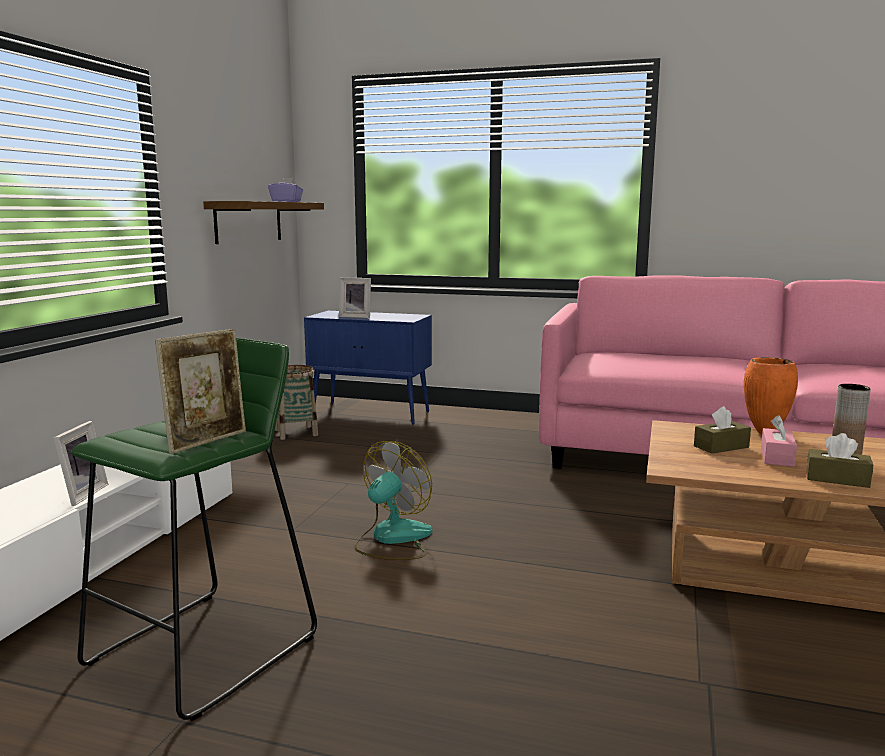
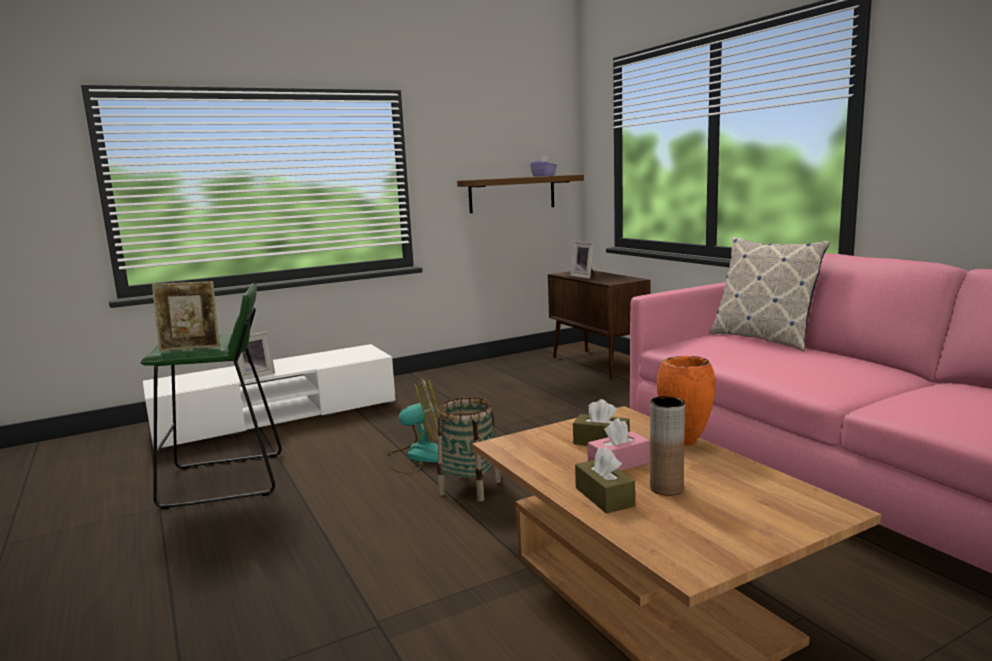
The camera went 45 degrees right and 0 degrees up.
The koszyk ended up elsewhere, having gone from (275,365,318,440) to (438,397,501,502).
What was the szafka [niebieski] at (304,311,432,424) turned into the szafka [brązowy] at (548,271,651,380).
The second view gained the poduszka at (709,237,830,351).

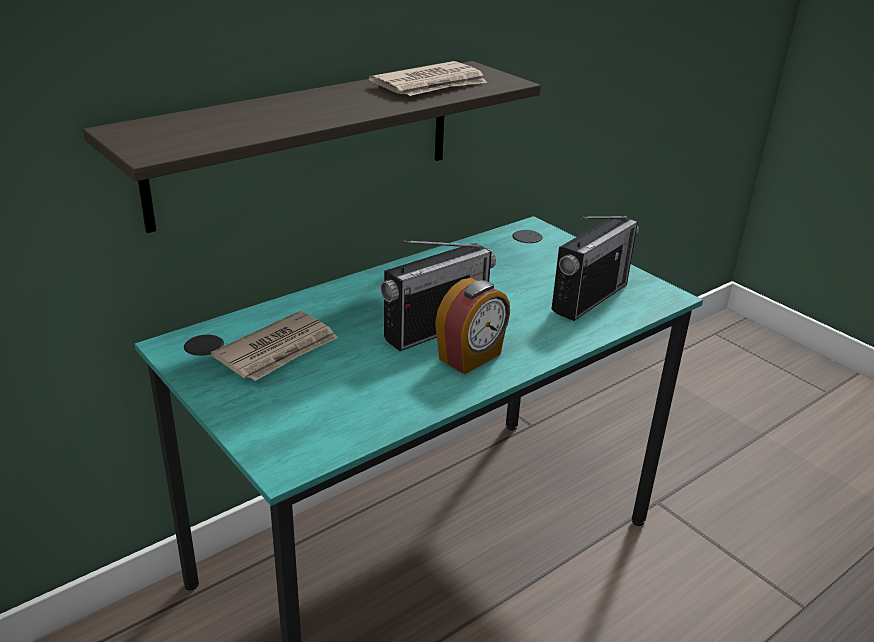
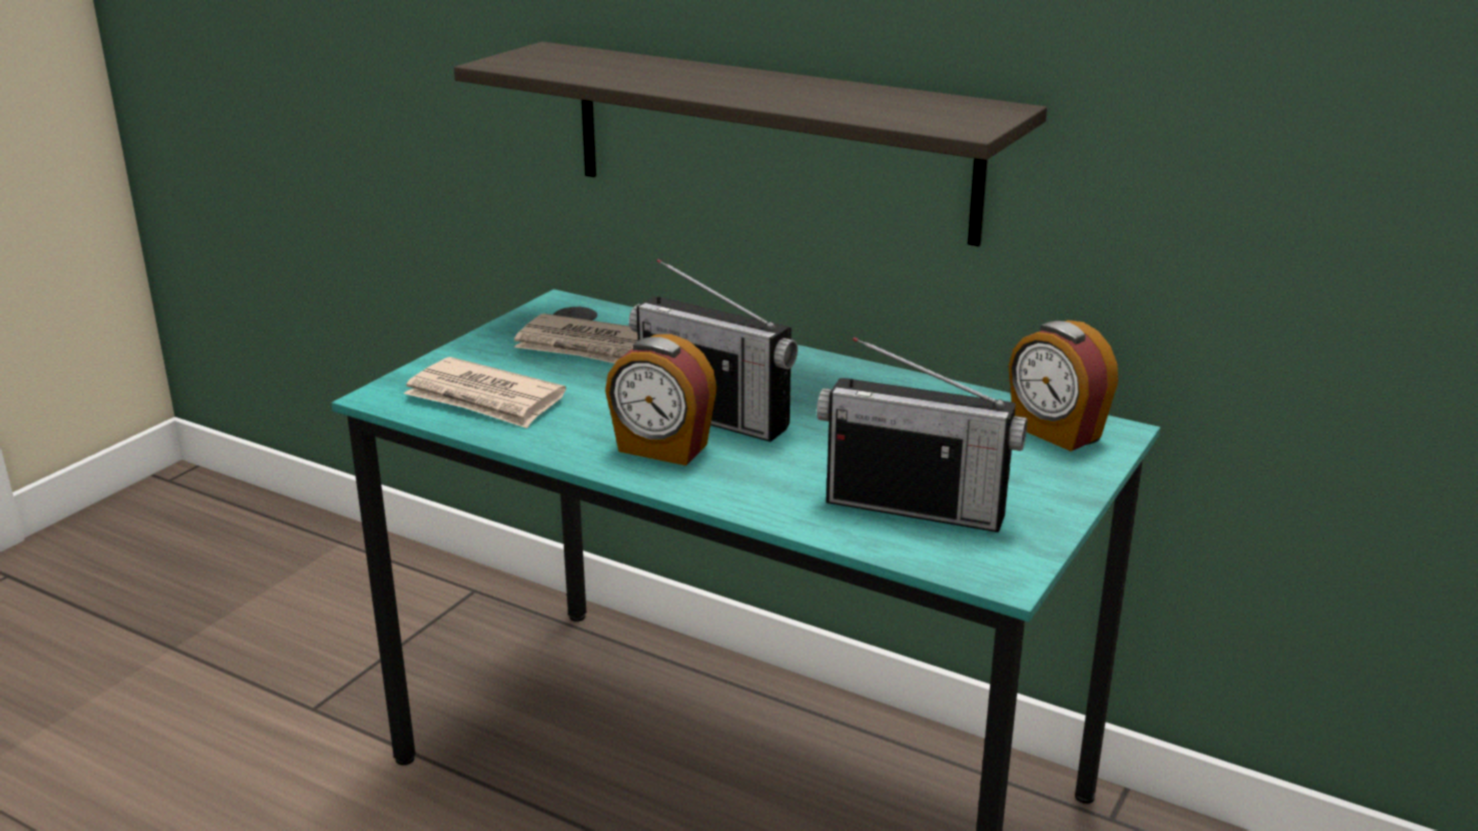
The camera went 70 degrees right and 5 degrees down.
The gazeta ended up elsewhere, having gone from (369,61,487,96) to (404,357,566,428).
The second view gained the budzik at (1008,320,1118,451).

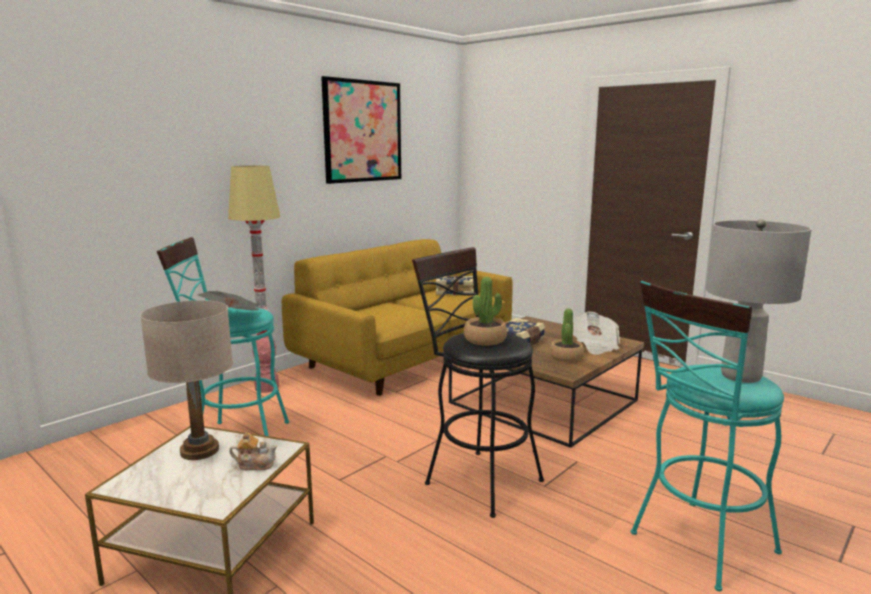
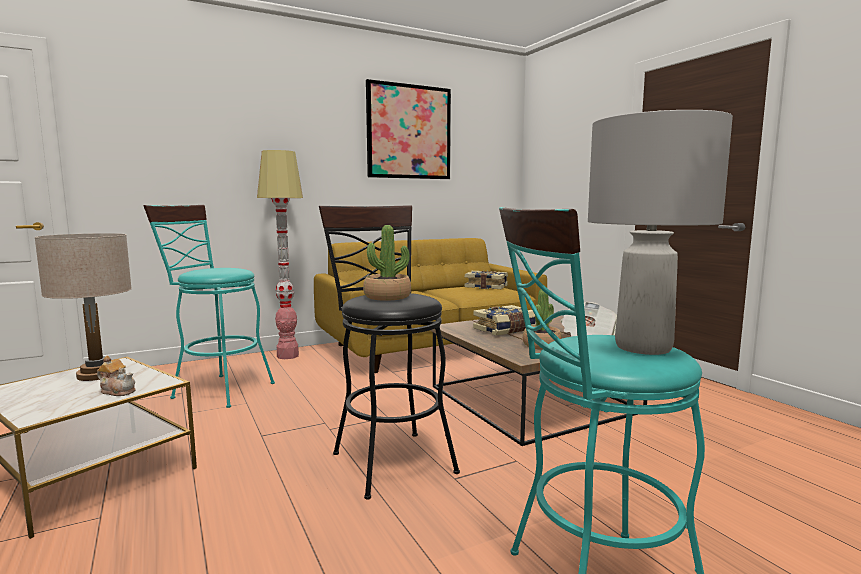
The camera went 20 degrees right and 5 degrees down.
The second view lost the gazeta at (198,291,260,310).

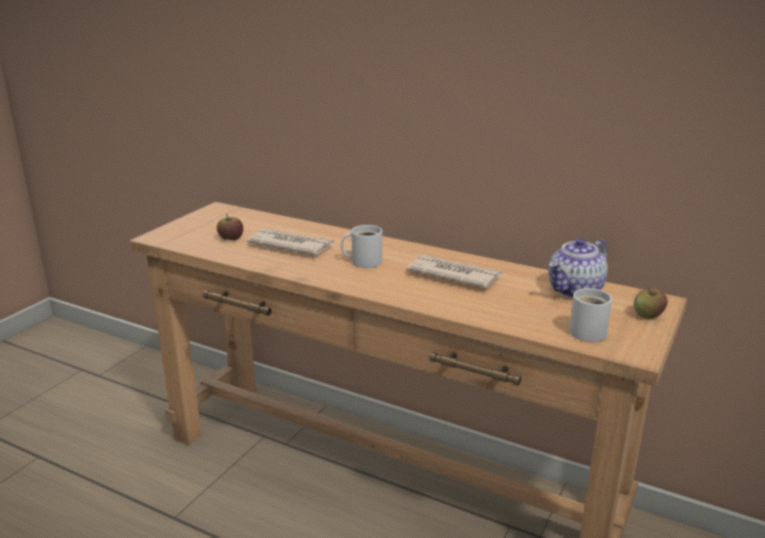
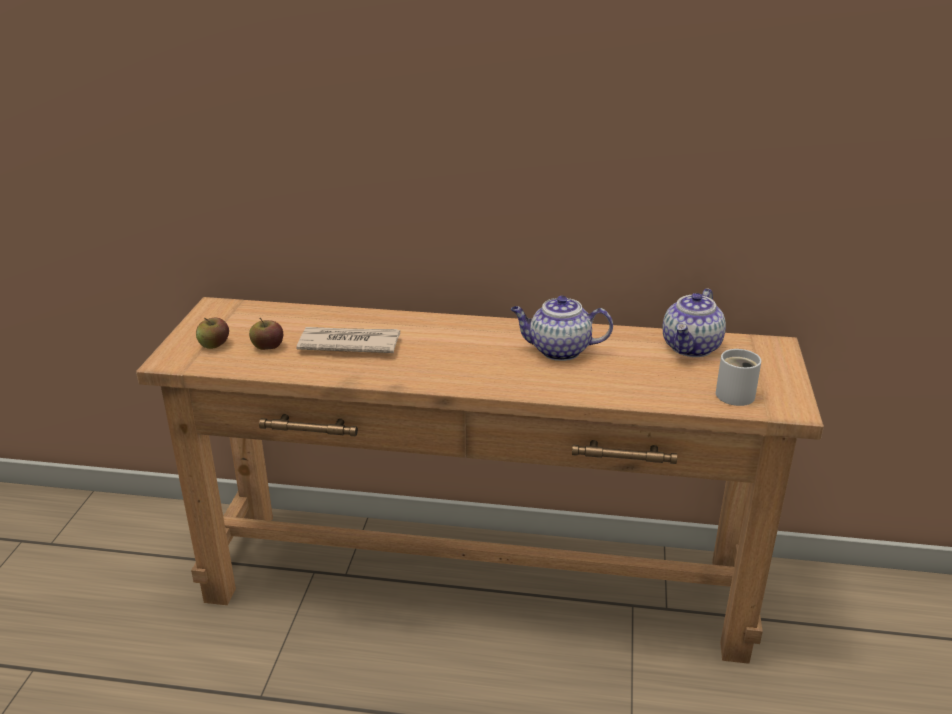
The camera went 20 degrees left and 5 degrees up.
The second view lost the kubek [biały] at (341,225,382,268).
Where the gazeta stood at (406,254,502,289), the imbryk came to stand at (510,296,613,361).
The jabłko ended up elsewhere, having gone from (634,287,668,319) to (196,318,229,349).

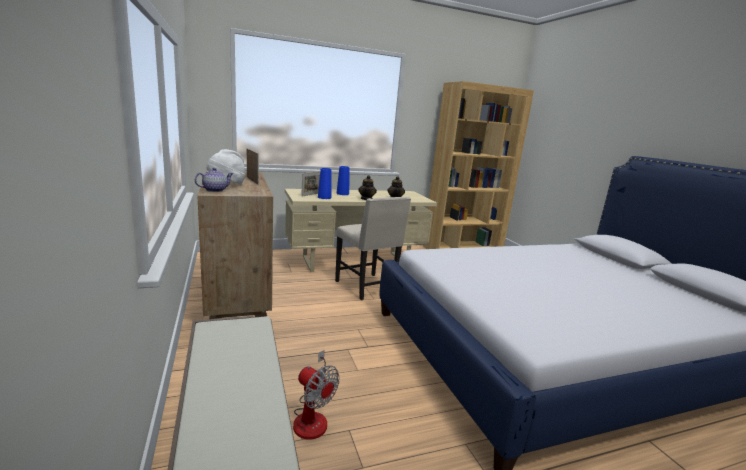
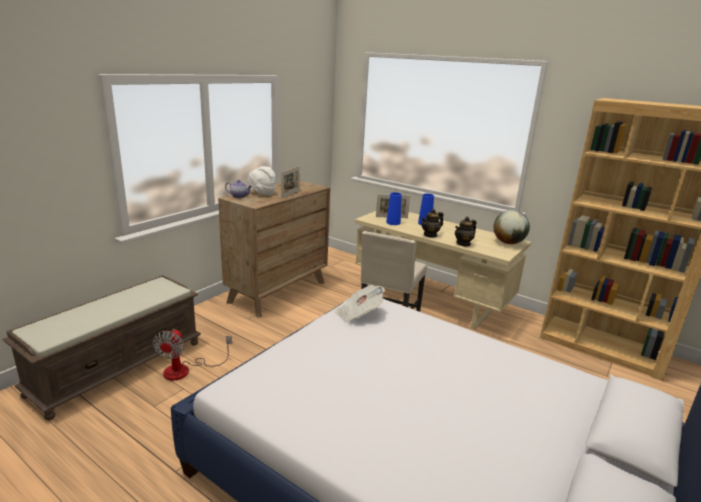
The camera went 55 degrees right and 5 degrees up.
The second view gained the gazeta at (335,285,385,322).
The second view gained the globus at (494,210,530,244).

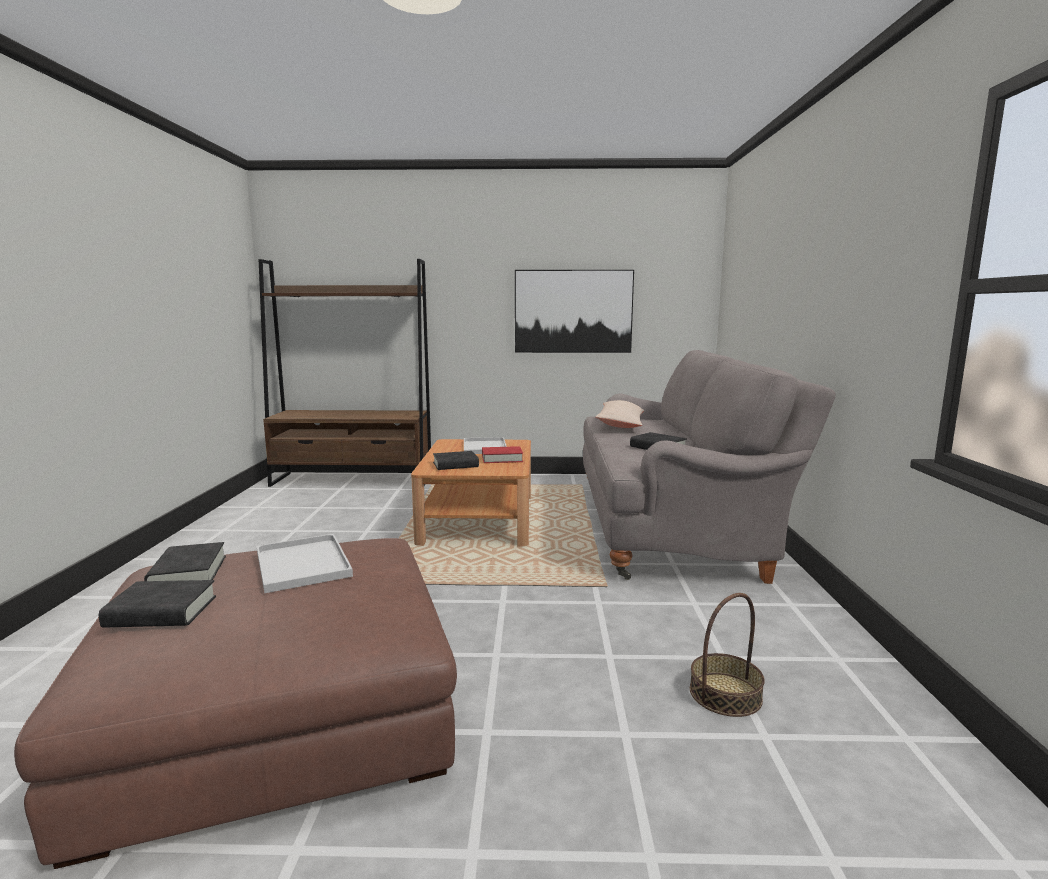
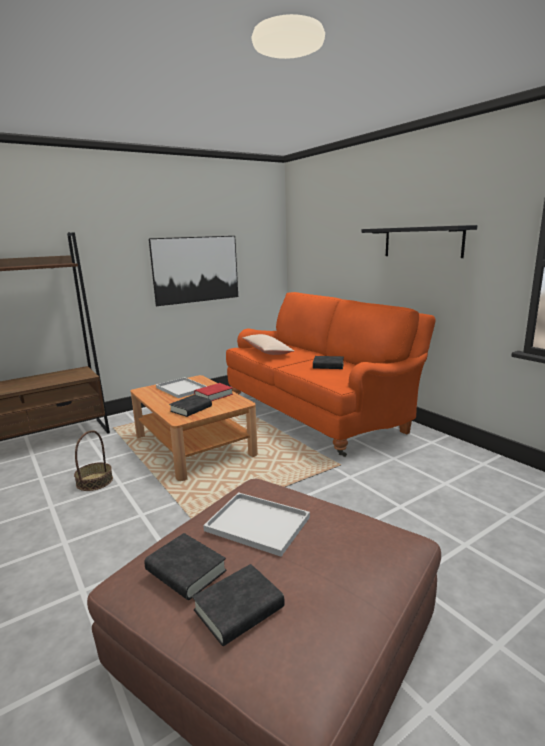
The camera went 35 degrees left and 5 degrees up.
What was the kanapa [szary] at (583,350,836,584) turned into the kanapa [pomarańczowy] at (226,292,436,457).
The koszyk ended up elsewhere, having gone from (690,593,765,717) to (74,430,113,491).
The second view gained the półka [czarny] at (362,225,477,258).

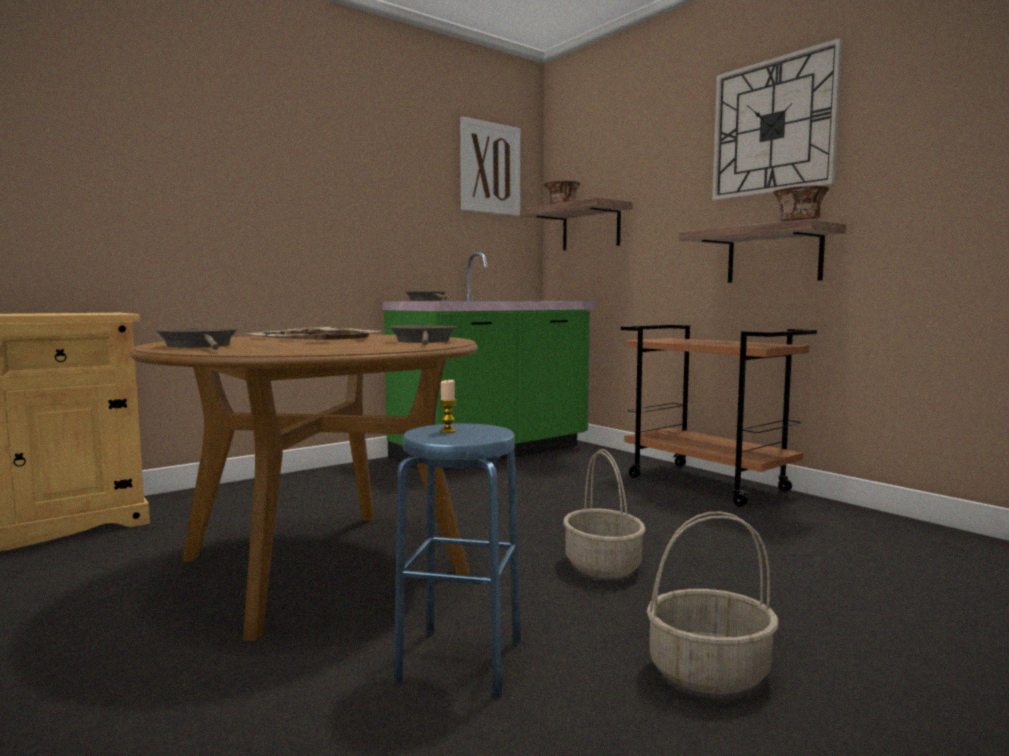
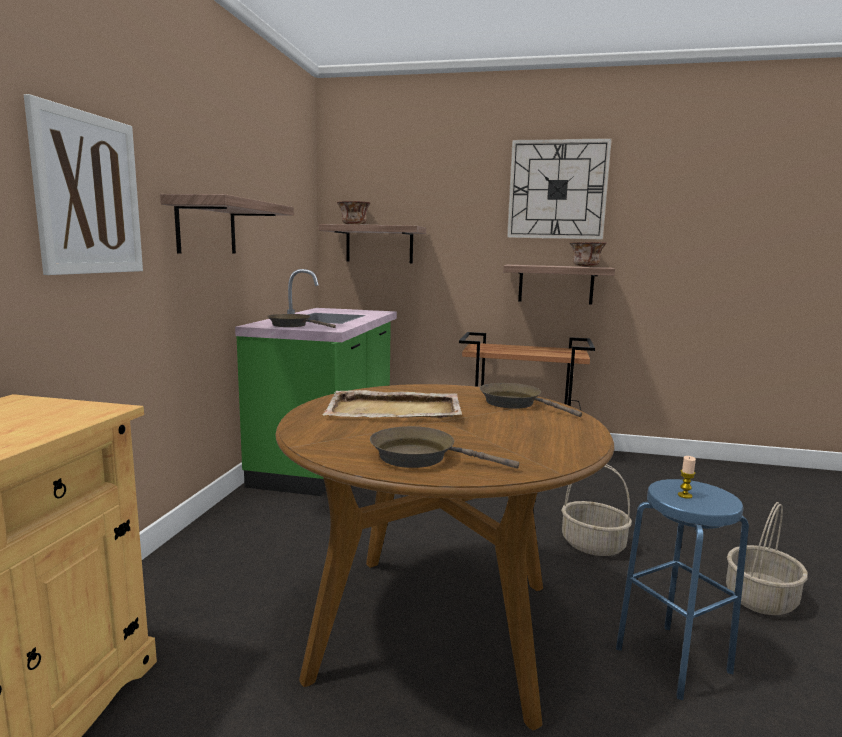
The camera went 40 degrees left and 5 degrees up.
The obraz ended up elsewhere, having gone from (460,117,520,216) to (24,94,143,275).
The second view gained the półka at (160,194,294,254).

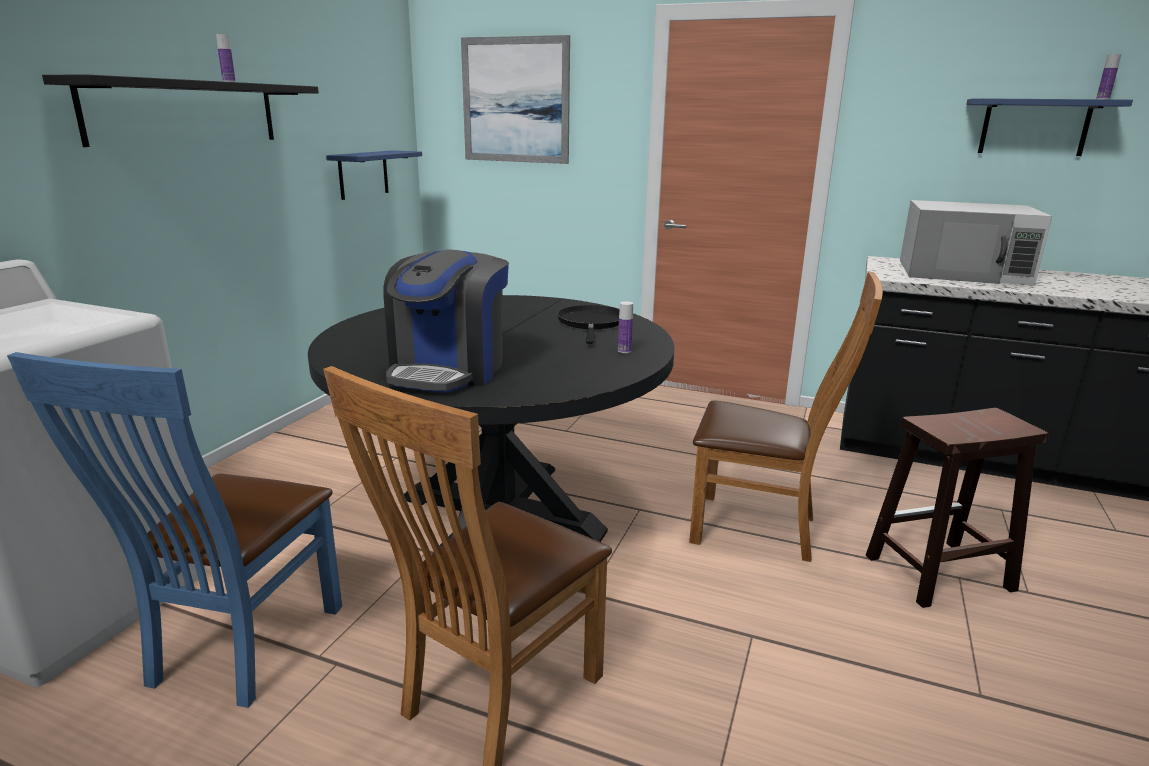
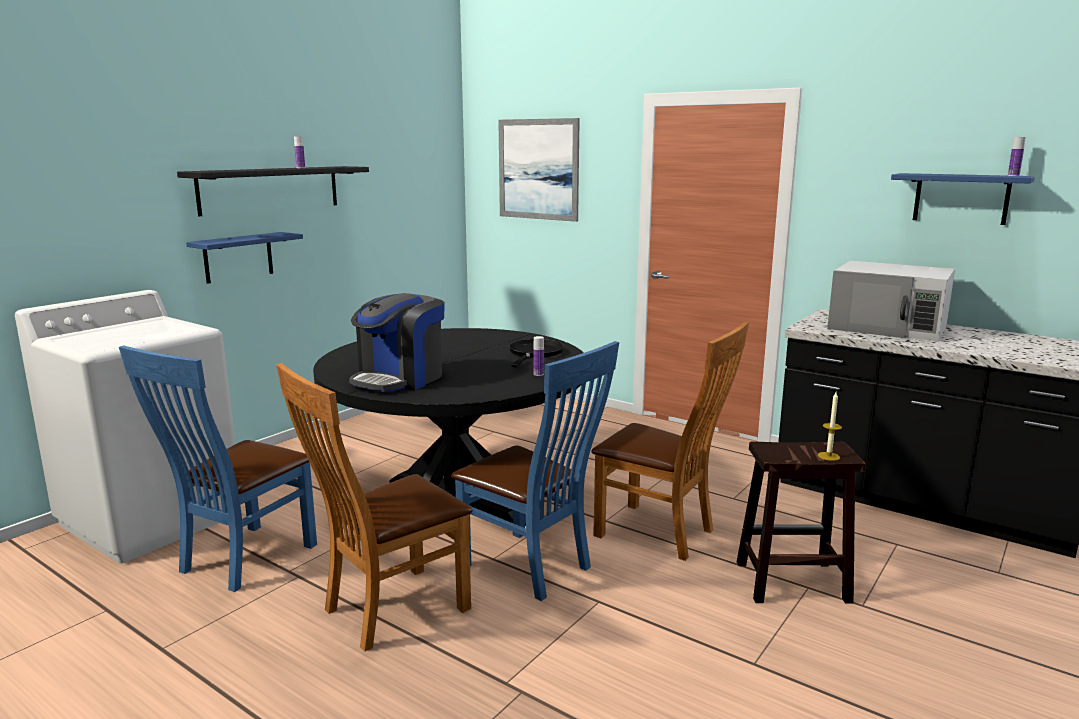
The camera went 15 degrees right and 5 degrees down.
The półka [niebieski] ended up elsewhere, having gone from (326,150,422,200) to (186,232,303,284).
The second view gained the krzesło [niebieski] at (451,341,619,601).
The second view gained the świeca at (818,392,842,461).

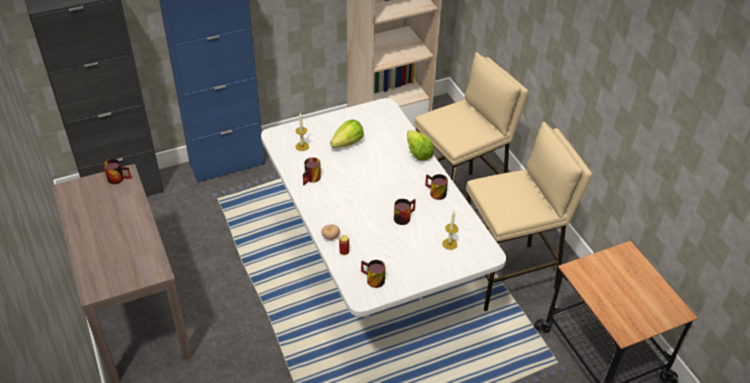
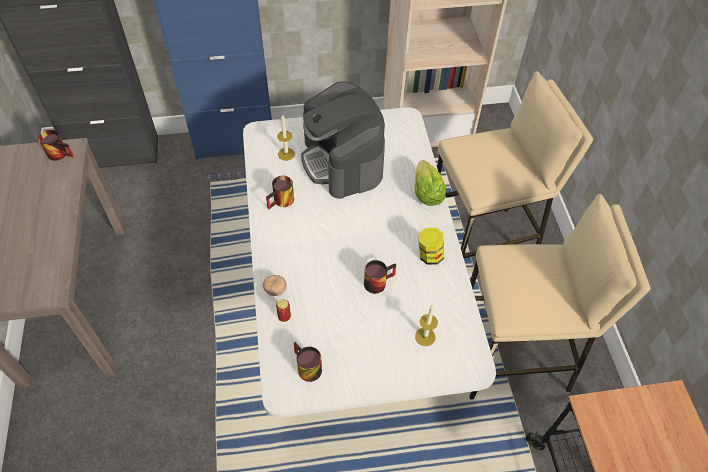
The camera went 15 degrees right and 10 degrees up.
Where the sałata stood at (330,119,364,148), the ekspres do kawy came to stand at (301,81,385,199).
Where the kubek stood at (425,174,448,200), the słoik came to stand at (419,228,444,265).

